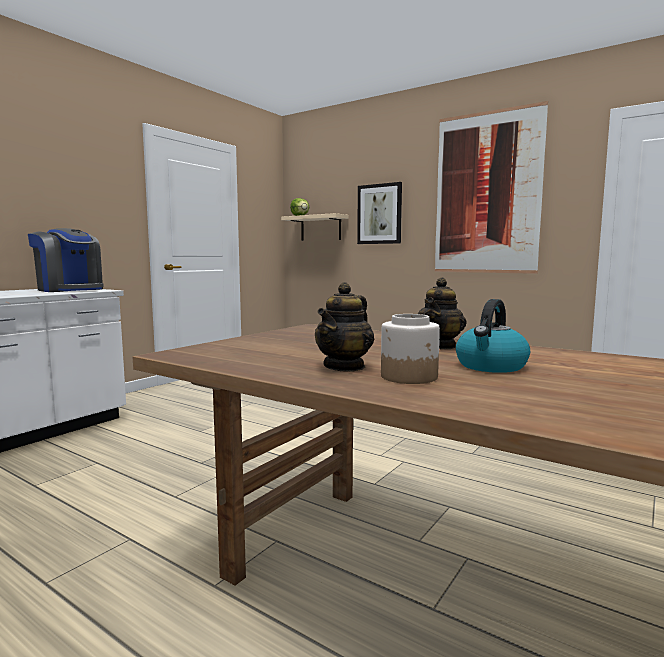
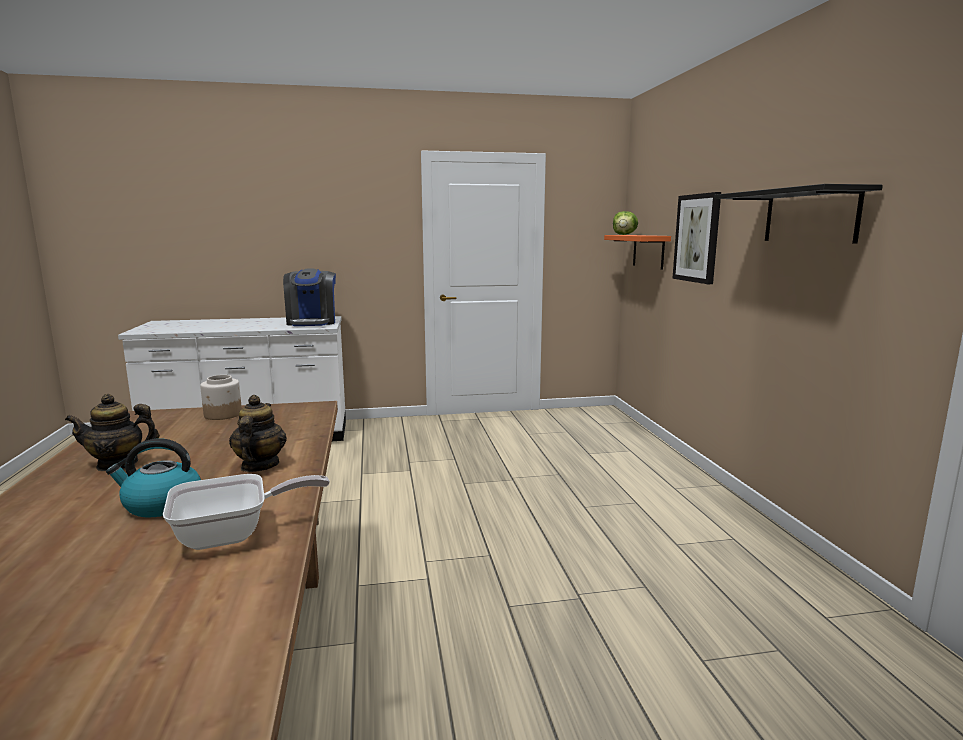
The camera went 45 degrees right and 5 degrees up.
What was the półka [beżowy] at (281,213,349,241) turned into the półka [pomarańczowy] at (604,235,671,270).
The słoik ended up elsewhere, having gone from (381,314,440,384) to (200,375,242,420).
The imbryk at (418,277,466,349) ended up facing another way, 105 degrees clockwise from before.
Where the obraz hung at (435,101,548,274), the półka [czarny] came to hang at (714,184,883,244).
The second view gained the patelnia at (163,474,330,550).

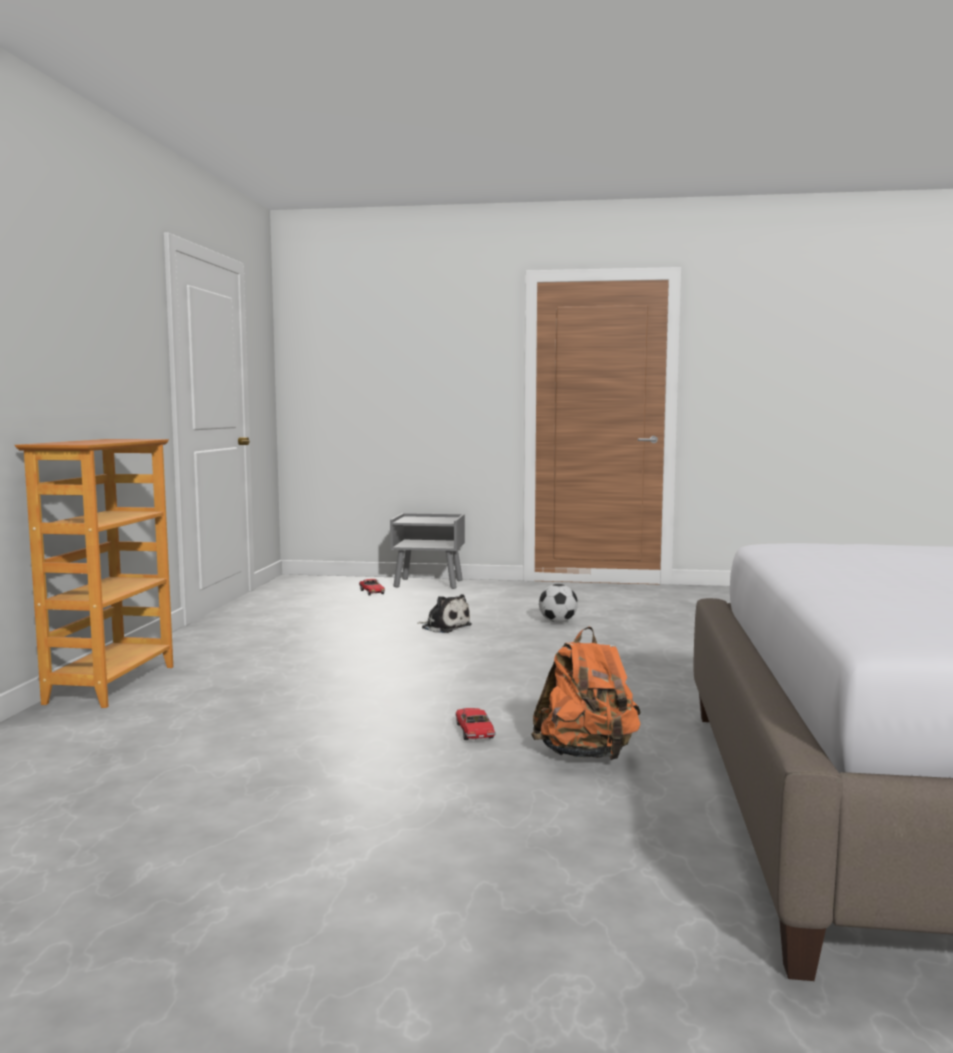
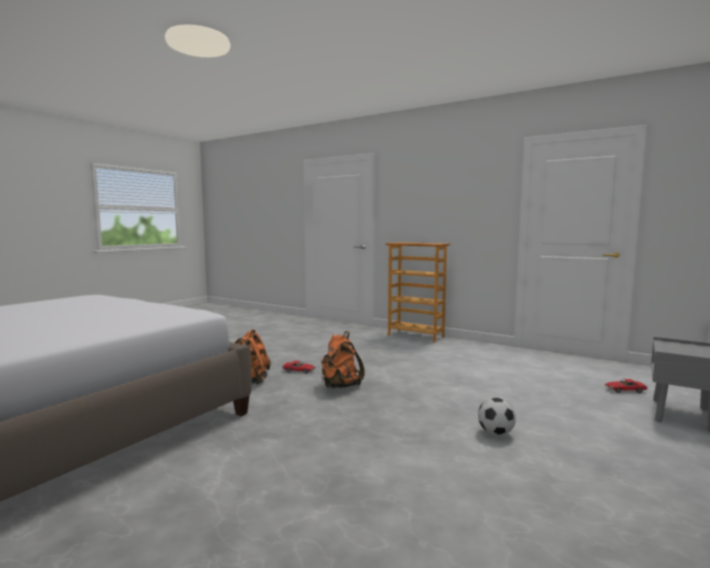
The camera went 115 degrees right and 0 degrees up.
The second view lost the pluszak at (417,594,472,633).
The second view gained the plecak [pomarańczowy] at (321,331,365,388).

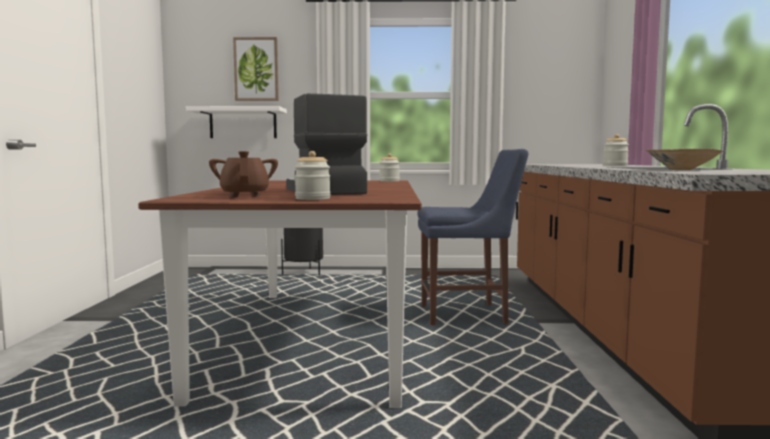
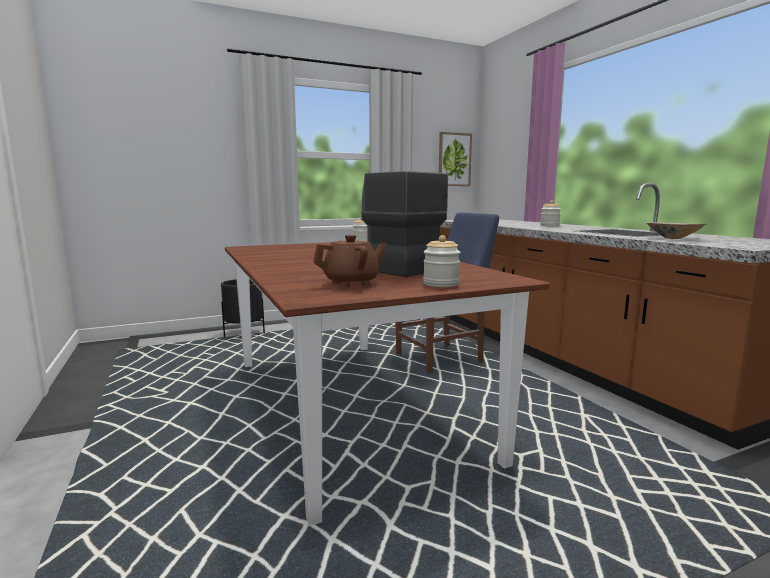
The camera went 25 degrees left and 5 degrees up.
The second view lost the półka [biały] at (186,106,287,138).
The imbryk [brązowy] at (209,151,278,197) ended up facing another way, 105 degrees clockwise from before.
The obraz ended up elsewhere, having gone from (233,37,279,101) to (439,132,472,186).

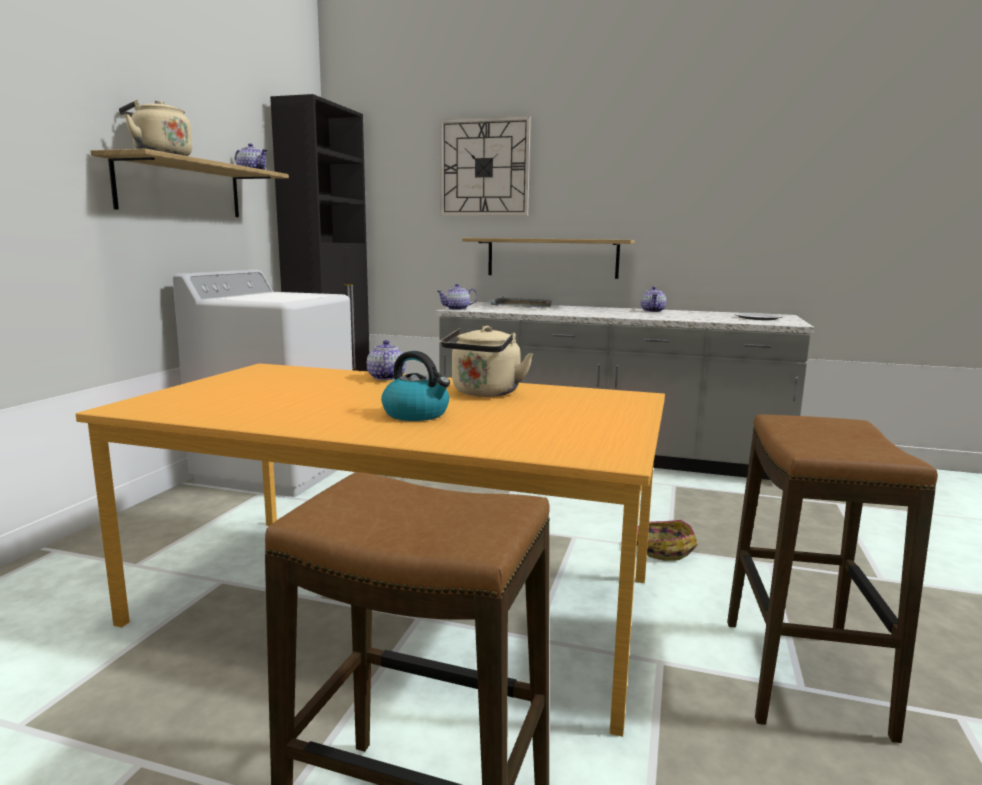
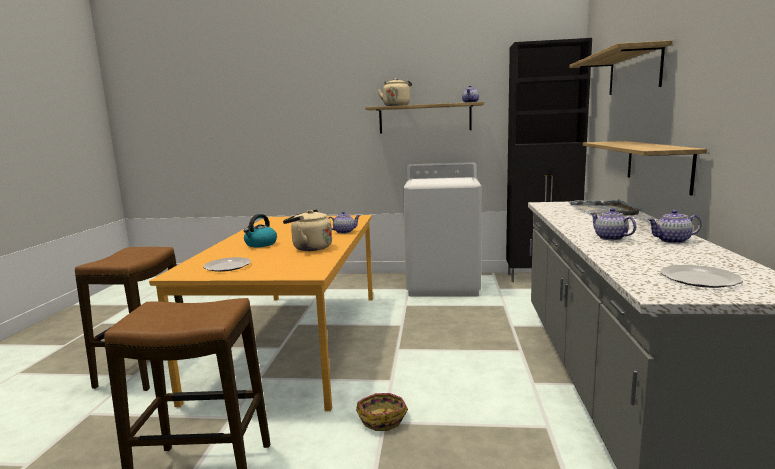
The camera went 80 degrees right and 0 degrees up.
The imbryk ended up elsewhere, having gone from (437,284,478,310) to (590,208,636,240).
Where the zegar ścienny hung at (440,116,531,216), the półka came to hang at (569,40,672,95).
The second view gained the talerz at (203,257,251,272).

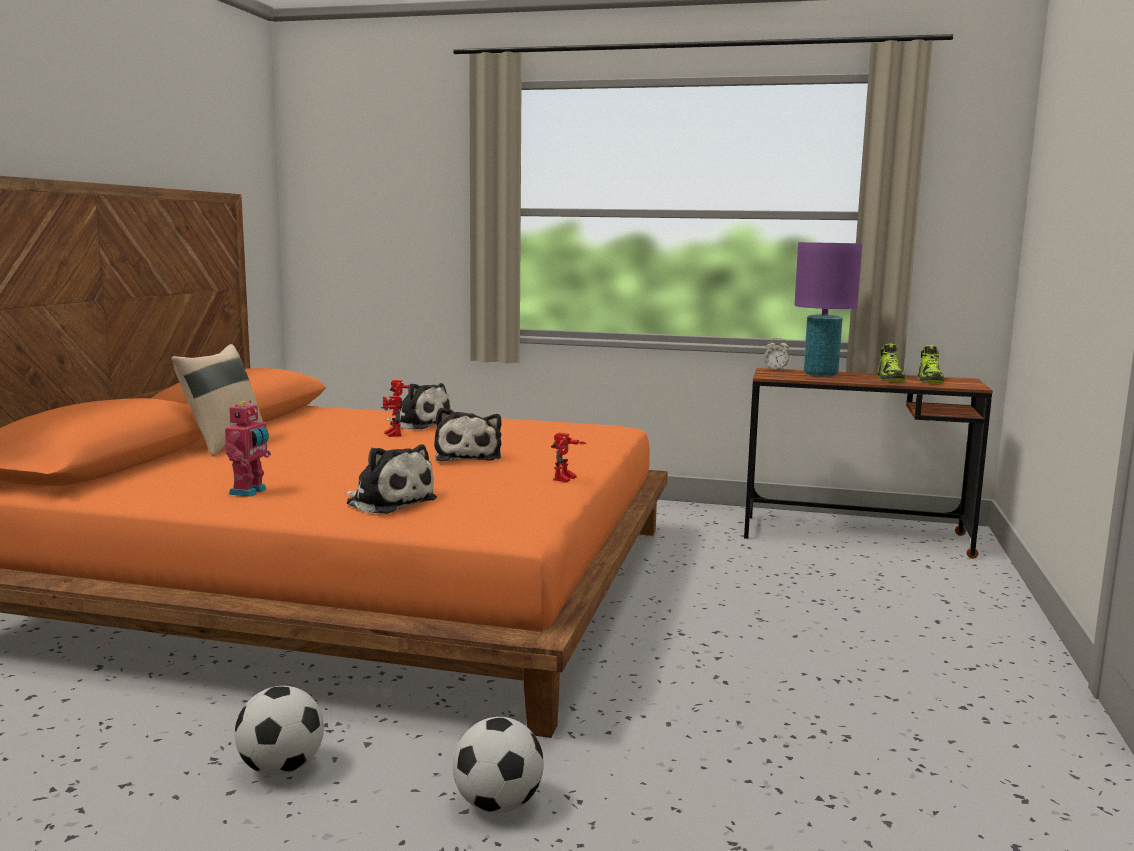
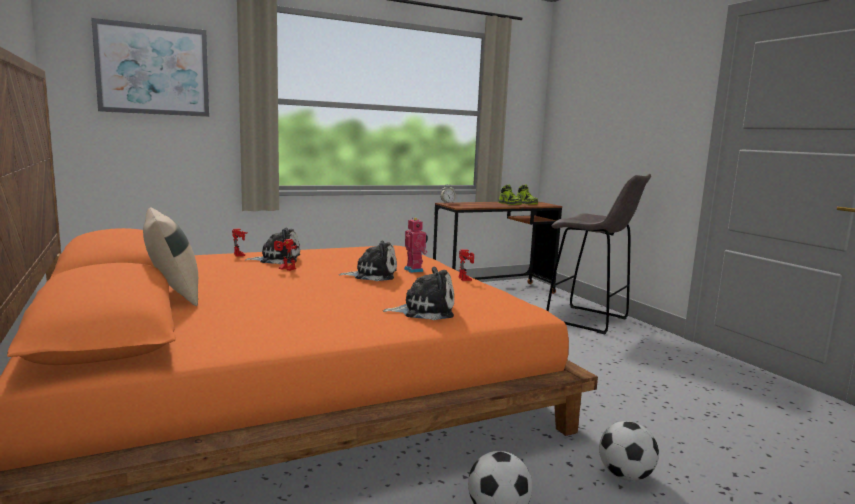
The camera went 40 degrees left and 0 degrees up.
The robot zabawkowy ended up elsewhere, having gone from (224,401,271,497) to (404,218,428,273).
The pluszak at (434,407,502,462) ended up facing another way, 45 degrees counterclockwise from before.
The second view lost the lampa stołowa [fioletowy] at (794,242,862,377).
The second view gained the obraz at (91,18,209,117).
The second view gained the stołek [szary] at (547,174,651,334).

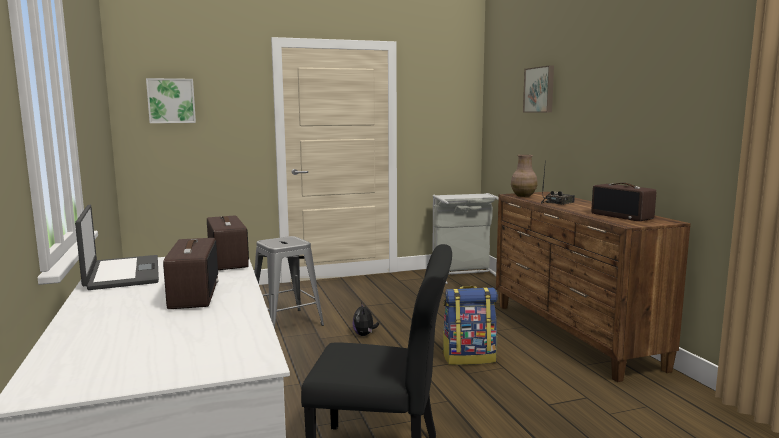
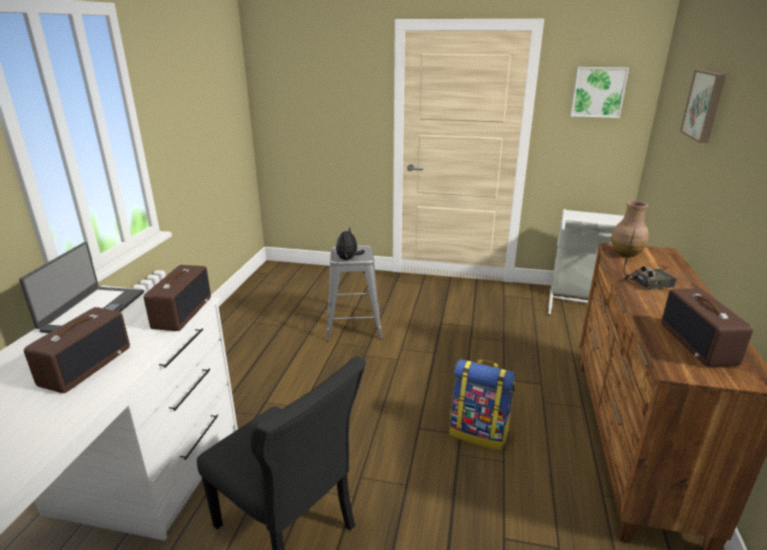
The camera went 30 degrees right and 15 degrees up.
The obraz ended up elsewhere, having gone from (146,78,196,123) to (570,67,629,118).
The pluszak ended up elsewhere, having gone from (353,302,379,336) to (336,227,365,260).

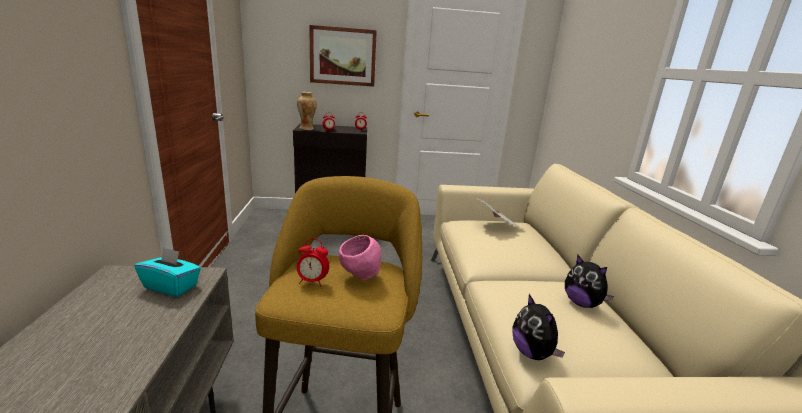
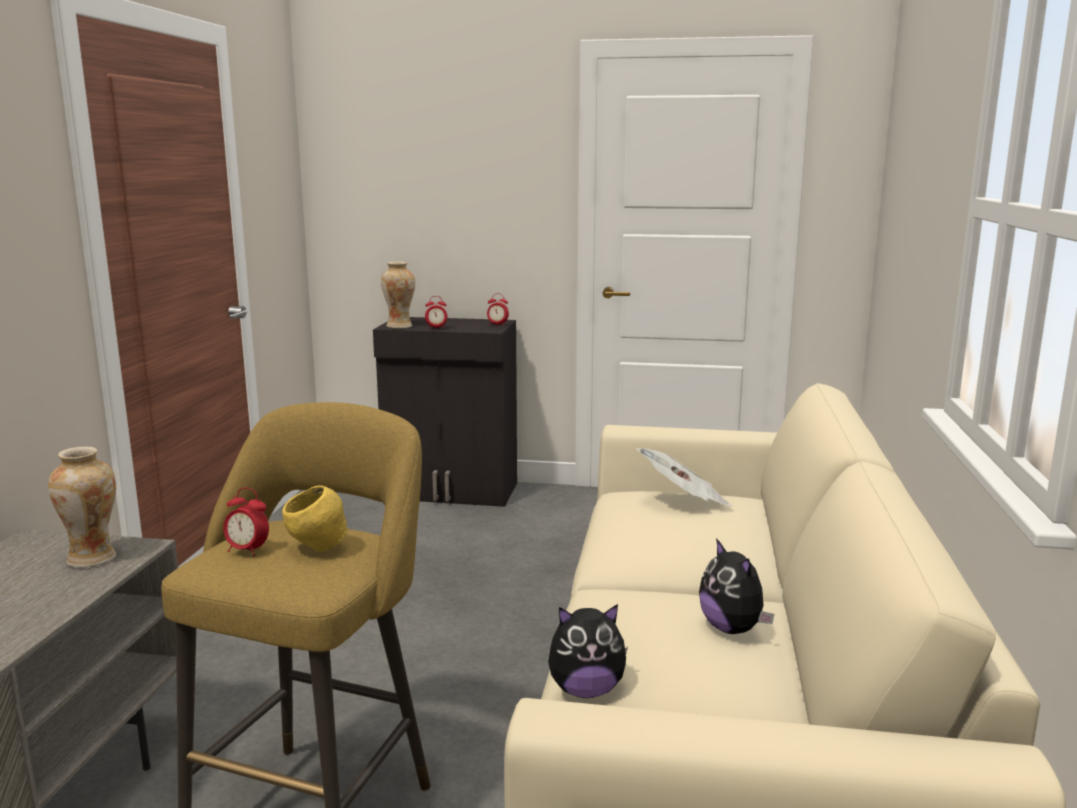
The camera went 15 degrees right and 5 degrees down.
Where the pudełko chusteczek [turkusowy] stood at (134,247,201,297), the wazon came to stand at (48,447,116,568).
The second view lost the obraz at (309,25,377,87).
What was the miska [różowy] at (339,235,381,280) turned into the miska [żółty] at (282,485,348,552).
The pluszak at (513,294,565,360) ended up facing another way, 90 degrees counterclockwise from before.

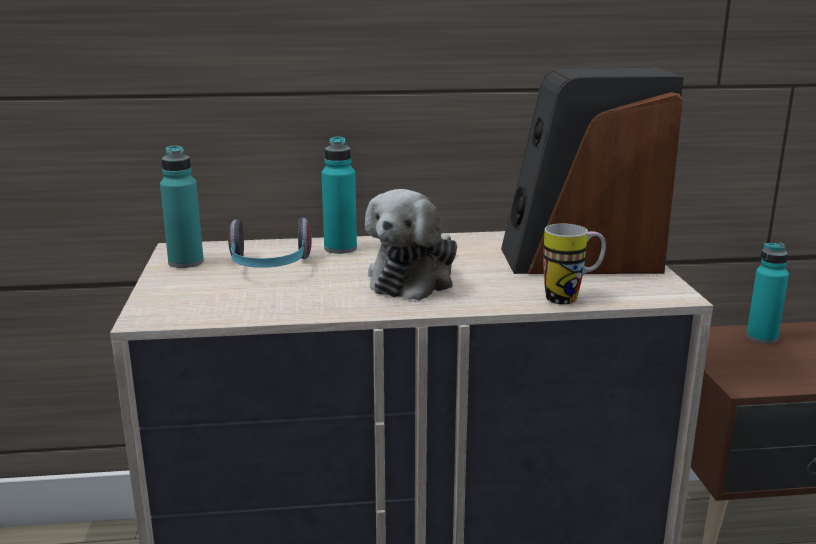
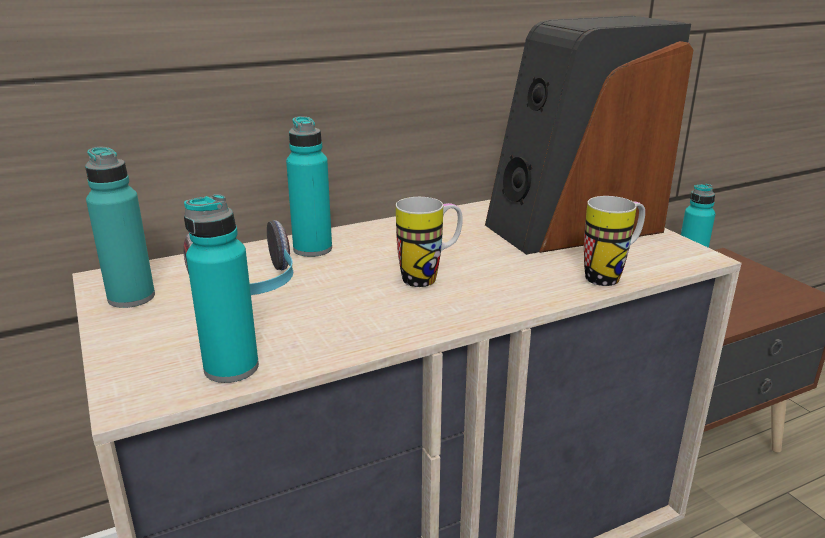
The camera went 20 degrees left and 5 degrees up.
Where the pluszak stood at (365,189,457,300), the kubek came to stand at (396,197,463,287).
The second view gained the butelka [turkusowy] at (184,194,259,383).

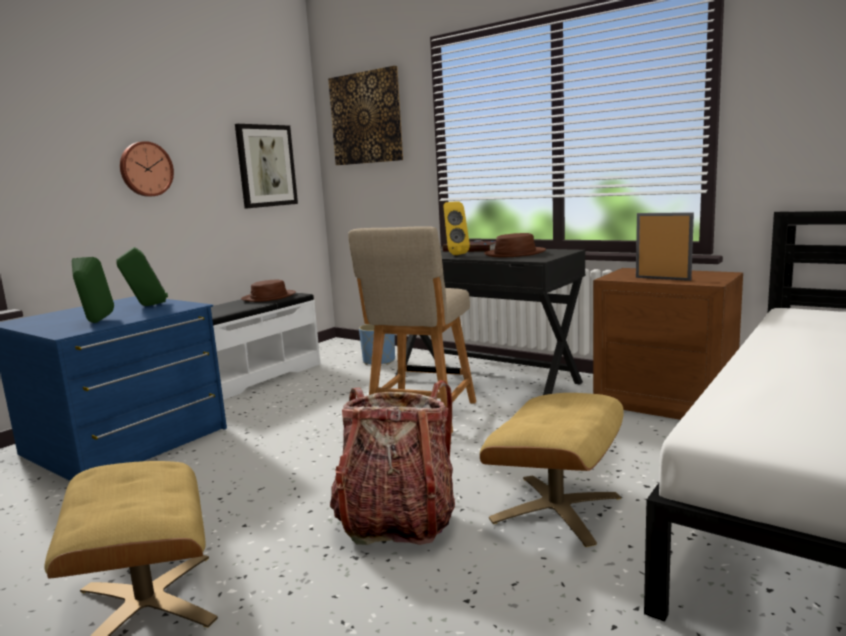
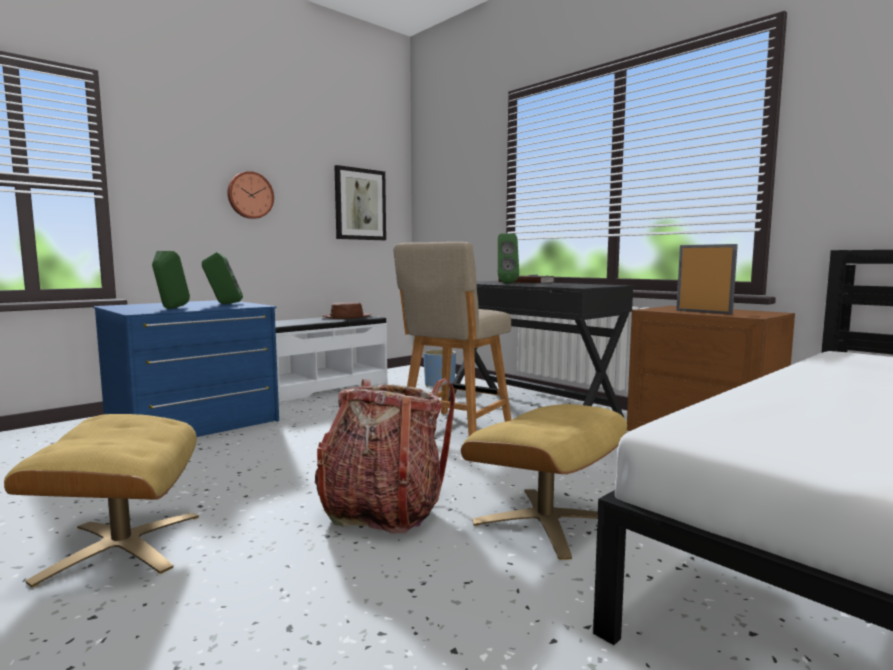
The camera went 10 degrees right and 5 degrees down.
The second view lost the obraz at (328,66,403,165).
What was the głośnik [żółty] at (443,202,470,255) turned into the głośnik [zielony] at (498,233,519,284).
The second view lost the kapelusz [brązowy] at (484,233,546,257).

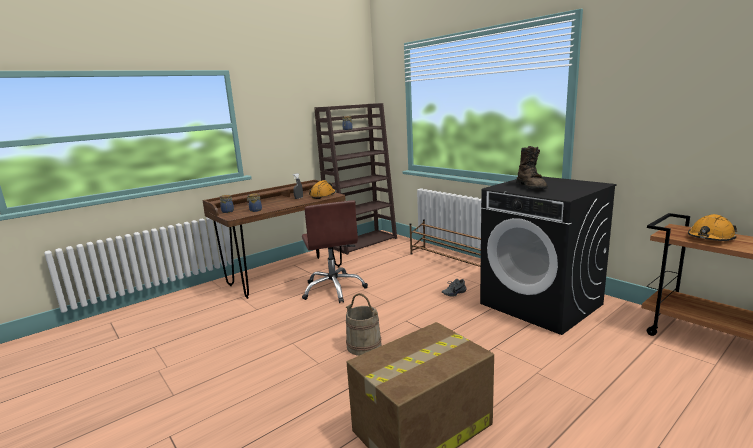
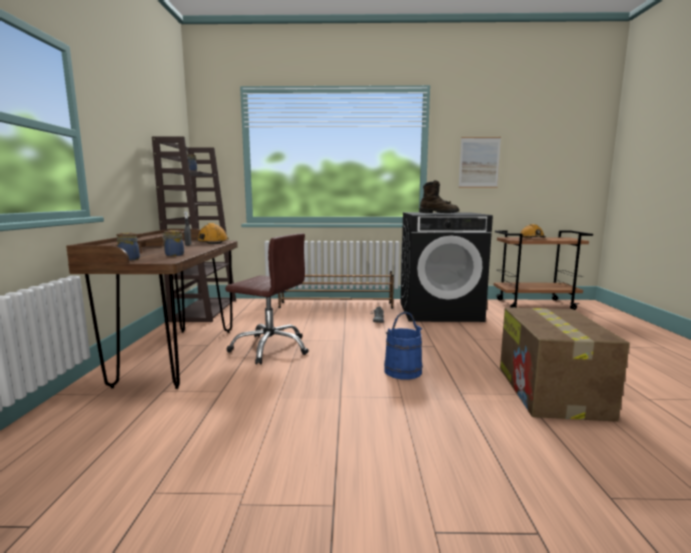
The camera went 50 degrees left and 5 degrees down.
What was the wiadro [beżowy] at (346,293,382,356) turned into the wiadro [niebieski] at (384,311,423,380).
The second view gained the obraz at (458,137,501,188).

